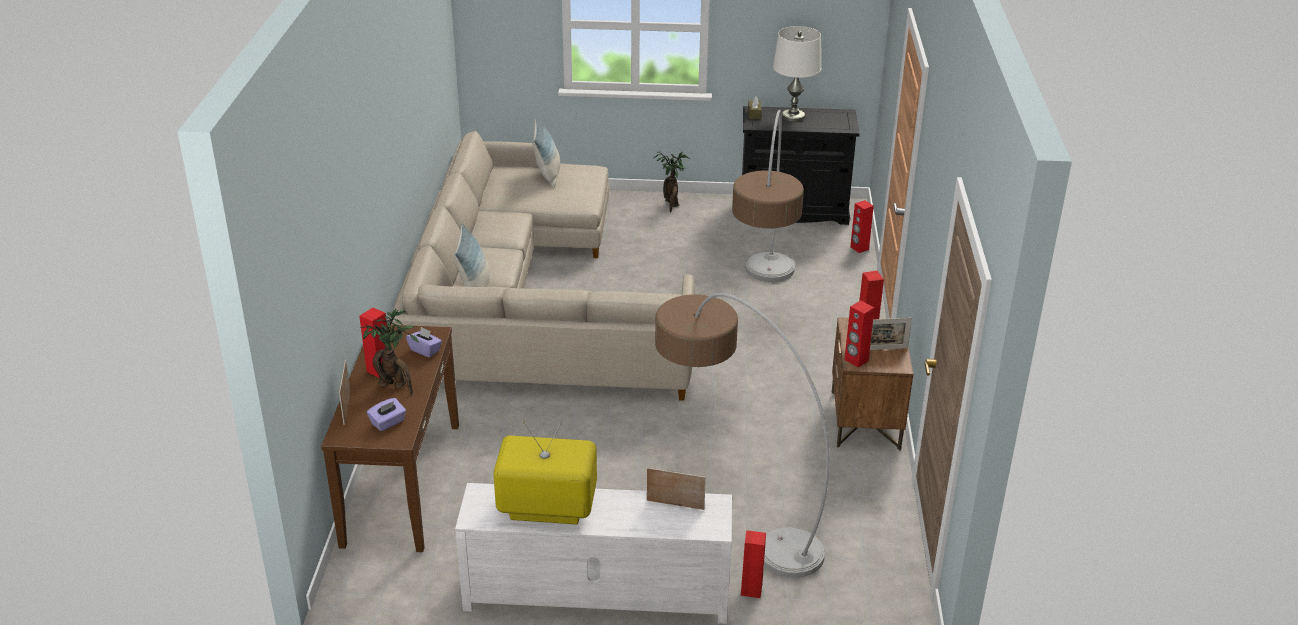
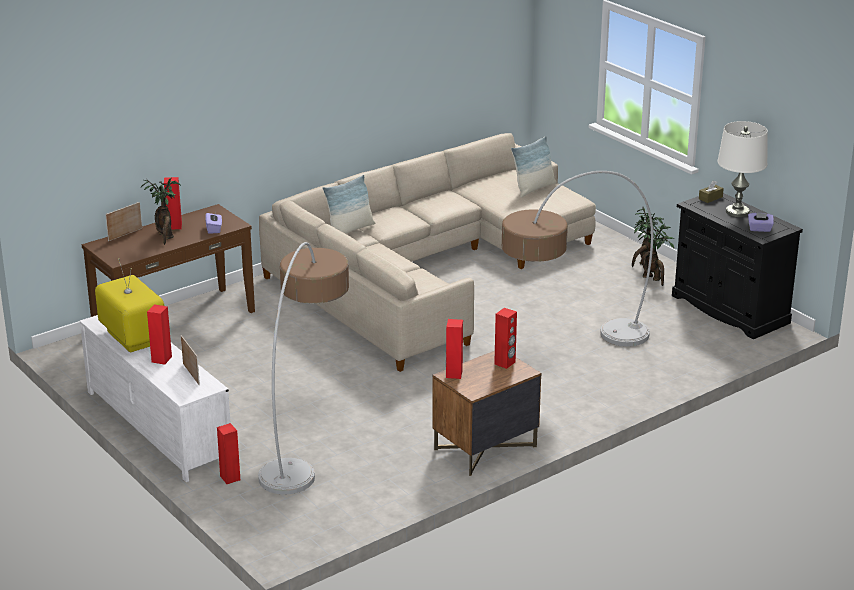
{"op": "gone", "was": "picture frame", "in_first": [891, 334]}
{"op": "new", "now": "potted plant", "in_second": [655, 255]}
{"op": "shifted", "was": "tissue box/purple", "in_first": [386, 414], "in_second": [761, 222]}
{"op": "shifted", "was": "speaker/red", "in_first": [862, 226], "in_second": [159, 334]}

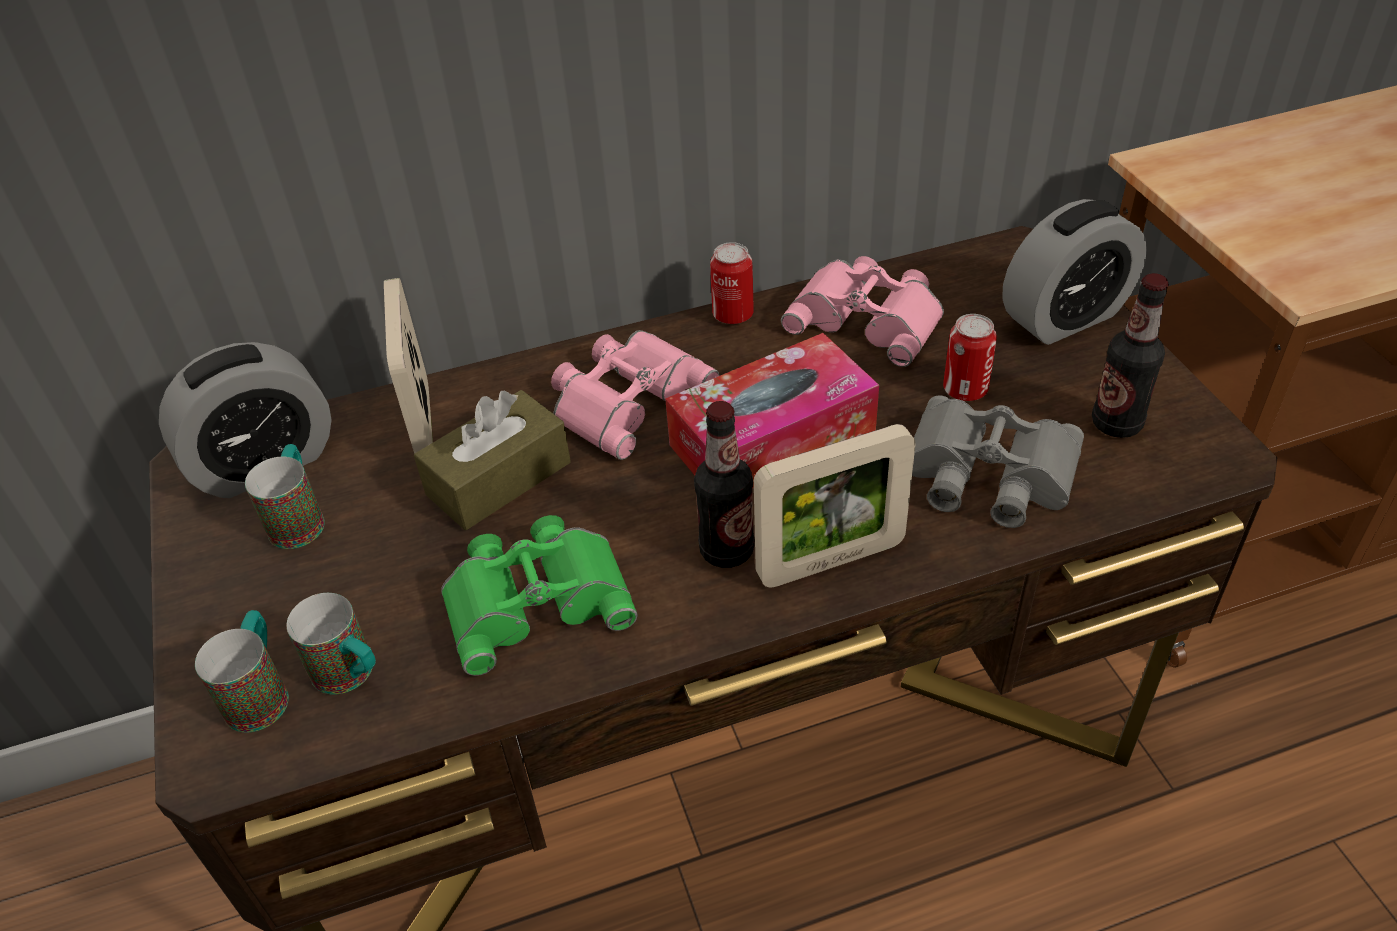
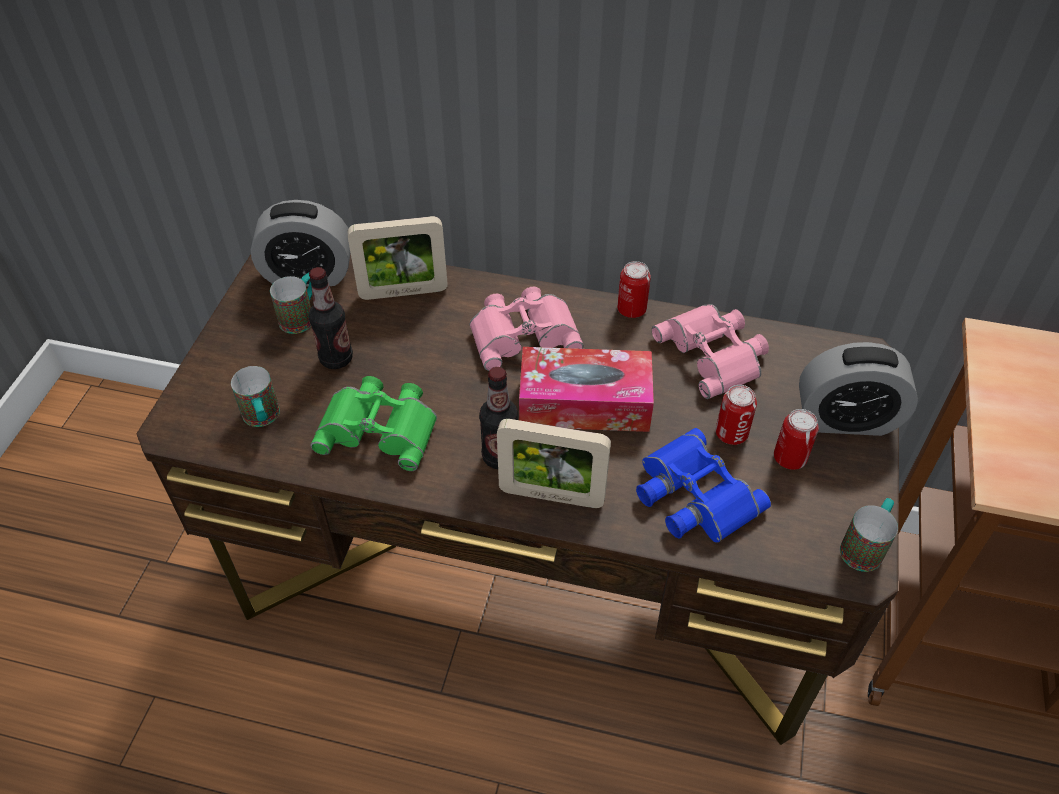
{"op": "gone", "was": "tissue box/brown", "in_first": [492, 460]}
{"op": "new", "now": "can", "in_second": [796, 439]}
{"op": "shifted", "was": "mug", "in_first": [242, 671], "in_second": [869, 535]}
{"op": "shifted", "was": "bottle", "in_first": [1130, 355], "in_second": [331, 318]}
{"op": "repainted", "was": "binoculars/grey", "now": "binoculars/blue", "in_first": [998, 462], "in_second": [703, 485]}
{"op": "rotated", "was": "picture frame", "in_first": [408, 366], "in_second": [398, 258], "clockwise": -120}

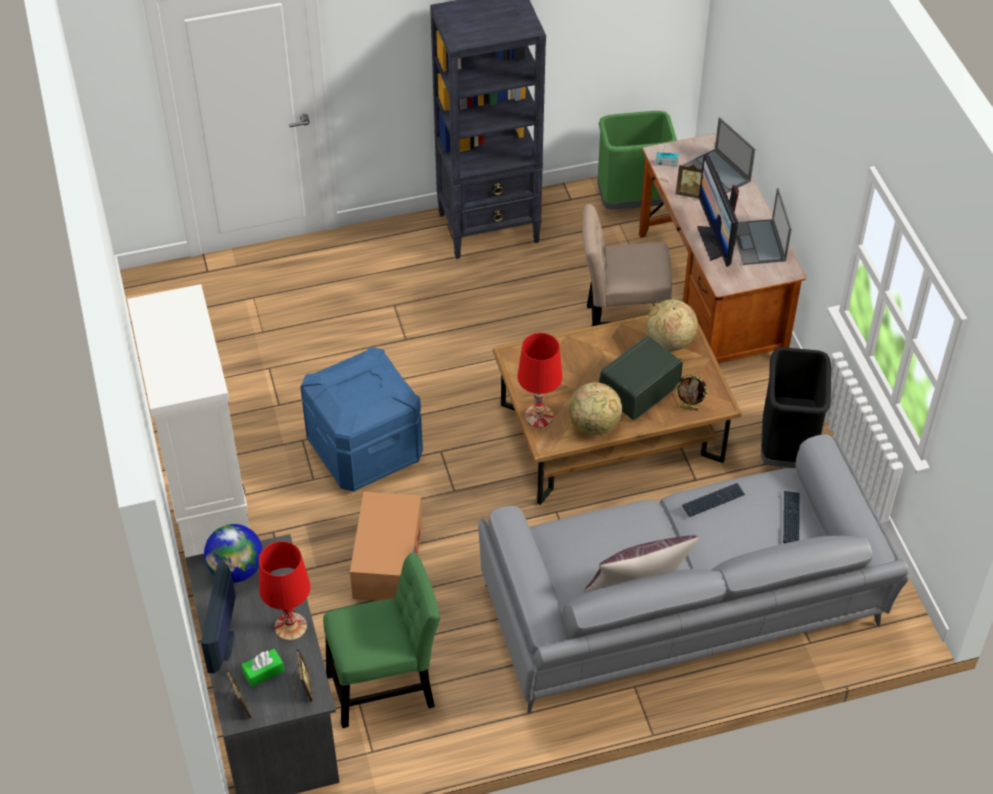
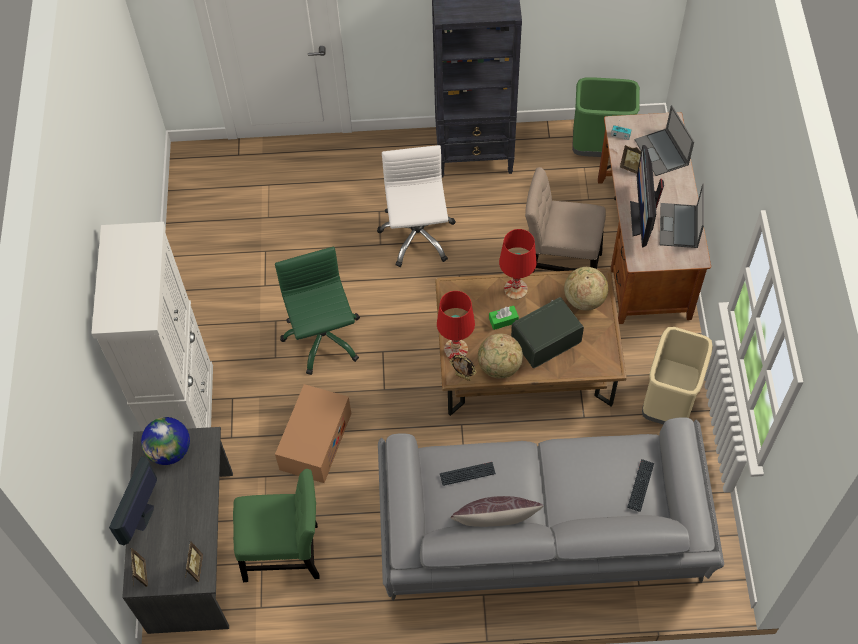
{"op": "new", "now": "office chair/white", "in_second": [416, 206]}
{"op": "shifted", "was": "tissue box/green", "in_first": [263, 668], "in_second": [504, 318]}
{"op": "shifted", "was": "table lamp/red", "in_first": [285, 591], "in_second": [517, 264]}
{"op": "shifted", "was": "picture frame", "in_first": [691, 392], "in_second": [462, 368]}
{"op": "shifted", "was": "keyboard", "in_first": [713, 500], "in_second": [468, 474]}
{"op": "swapped", "was": "storage box/blue", "now": "office chair/green", "in_first": [361, 419], "in_second": [317, 311]}
{"op": "repainted", "was": "trash can/black", "now": "trash can/beige", "in_first": [796, 407], "in_second": [677, 376]}

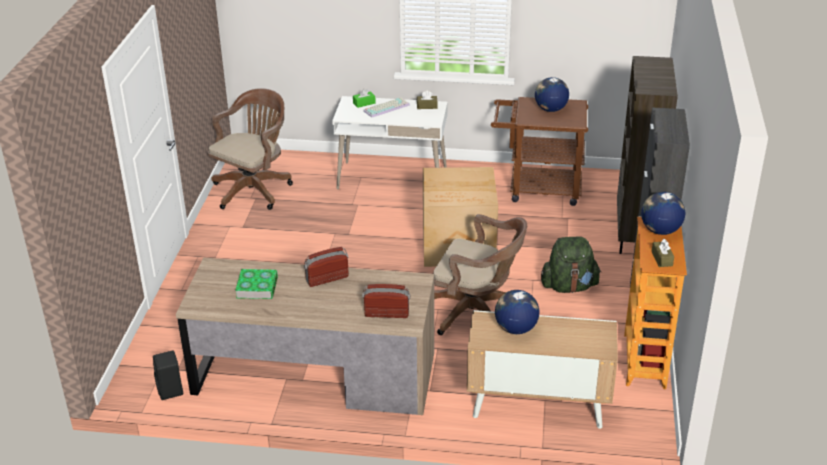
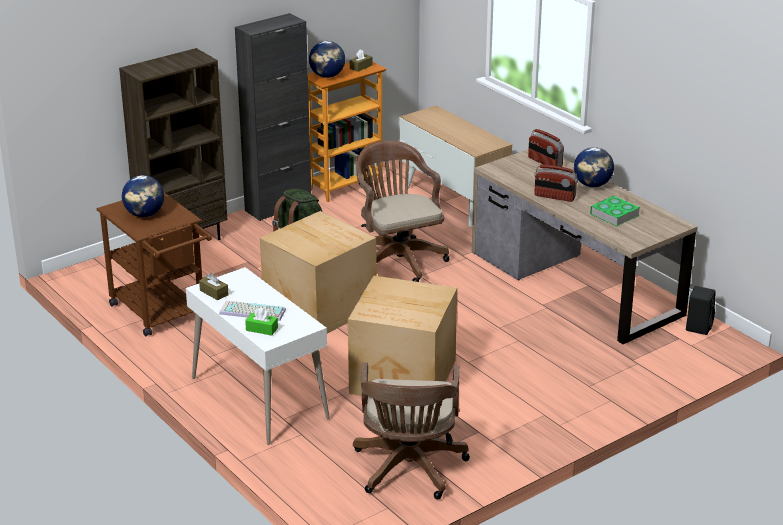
{"op": "new", "now": "cardboard box", "in_second": [402, 335]}
{"op": "shifted", "was": "globe", "in_first": [517, 312], "in_second": [594, 167]}
{"op": "rotated", "was": "office chair/brown", "in_first": [250, 149], "in_second": [411, 431], "clockwise": -75}

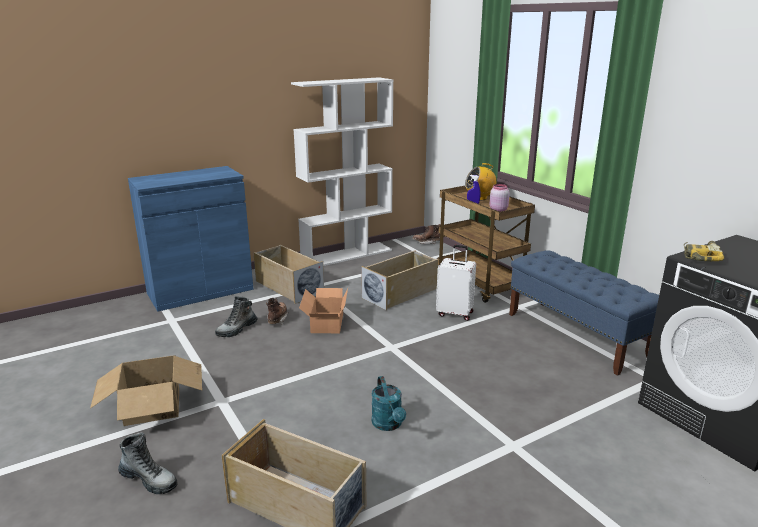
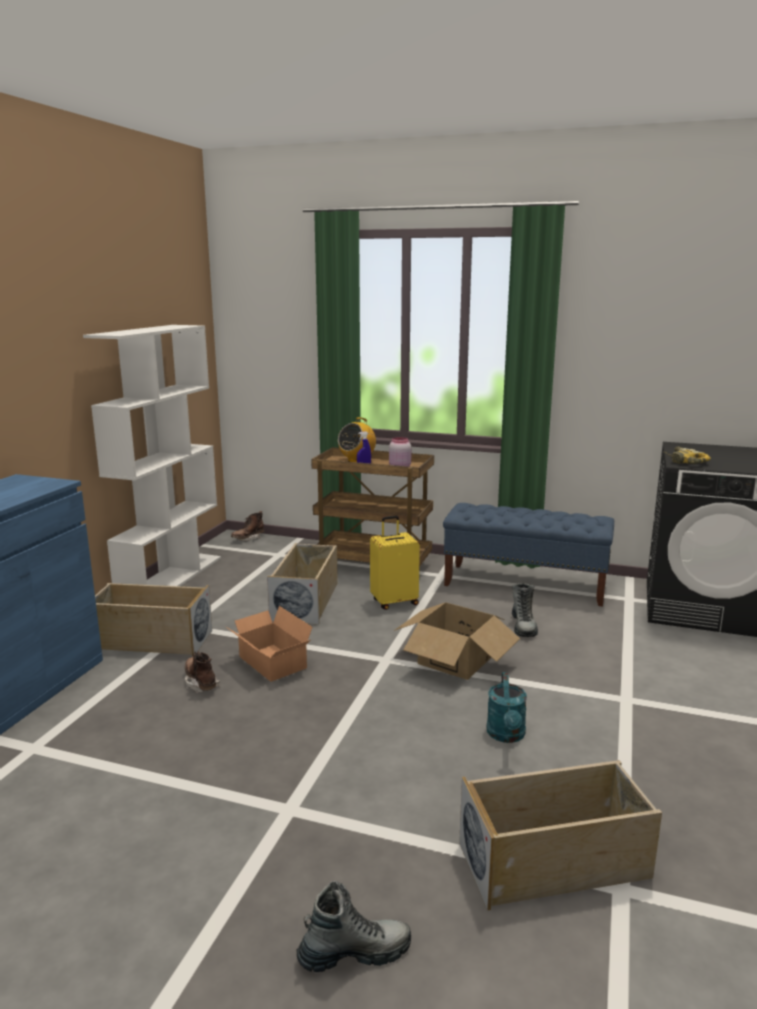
{"op": "shifted", "was": "cardboard box", "in_first": [146, 390], "in_second": [457, 641]}
{"op": "shifted", "was": "boot", "in_first": [236, 316], "in_second": [525, 610]}
{"op": "repainted", "was": "suitcase/white", "now": "suitcase/yellow", "in_first": [456, 283], "in_second": [395, 563]}
{"op": "rotated", "was": "watering can/turquoise", "in_first": [388, 403], "in_second": [506, 707], "clockwise": 60}

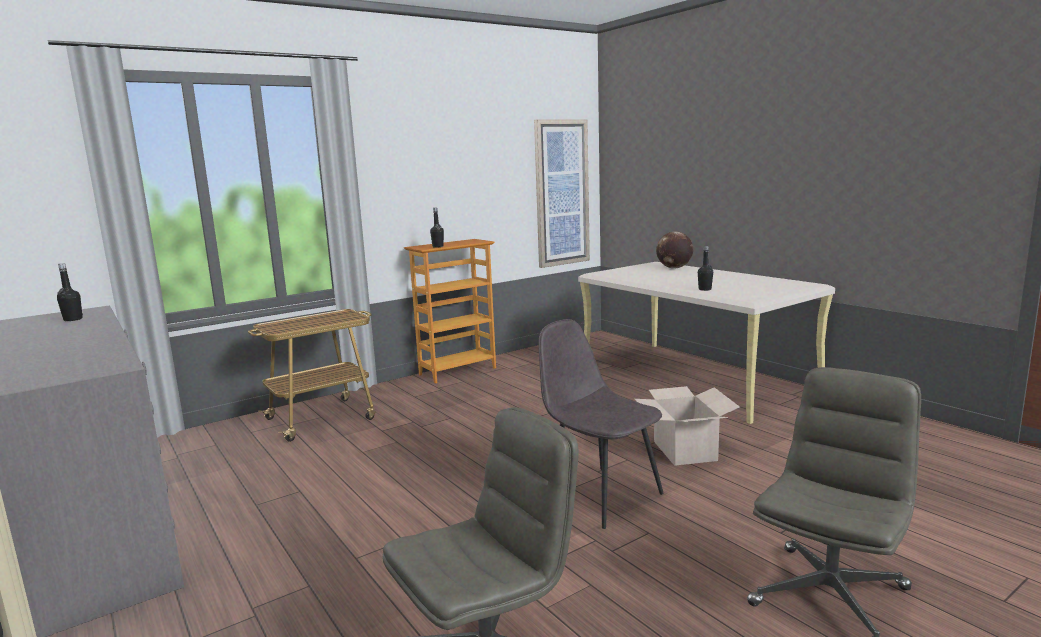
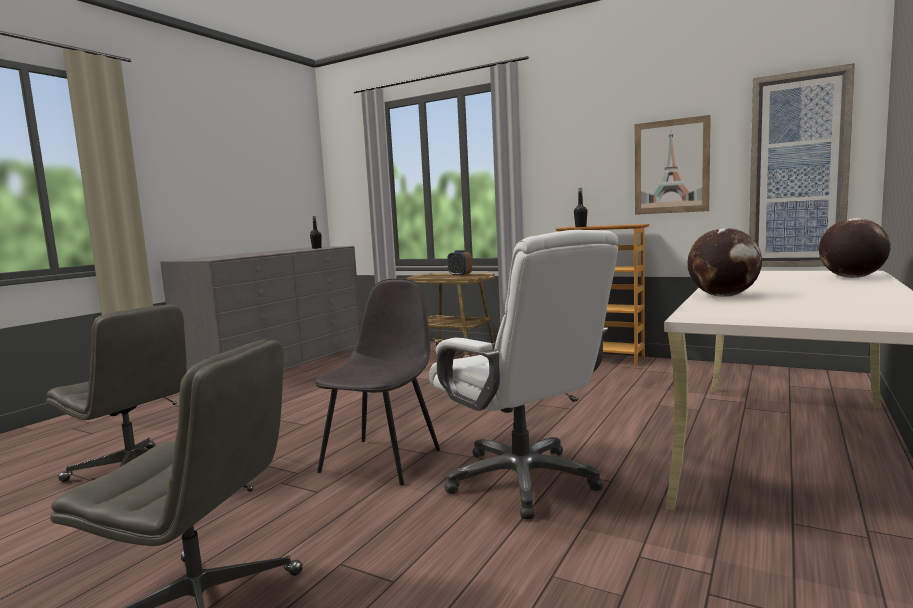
{"op": "new", "now": "alarm clock", "in_second": [459, 263]}
{"op": "new", "now": "picture", "in_second": [673, 165]}
{"op": "swapped", "was": "cardboard box", "now": "office chair/white", "in_first": [687, 426], "in_second": [523, 374]}
{"op": "swapped", "was": "bottle/black", "now": "globe", "in_first": [705, 268], "in_second": [724, 262]}

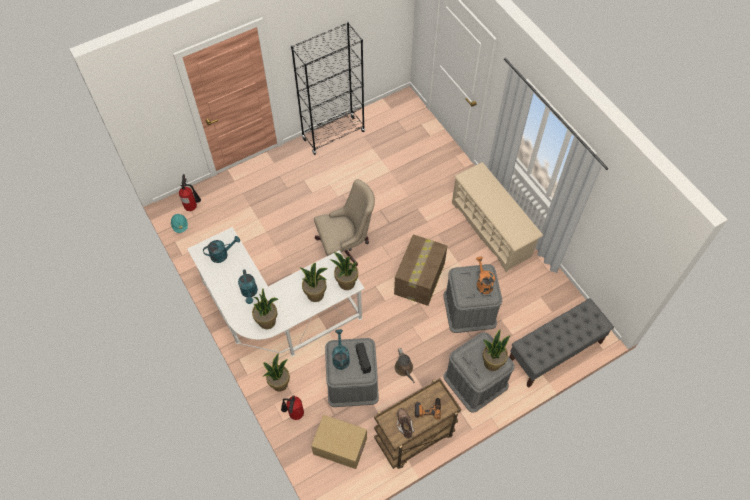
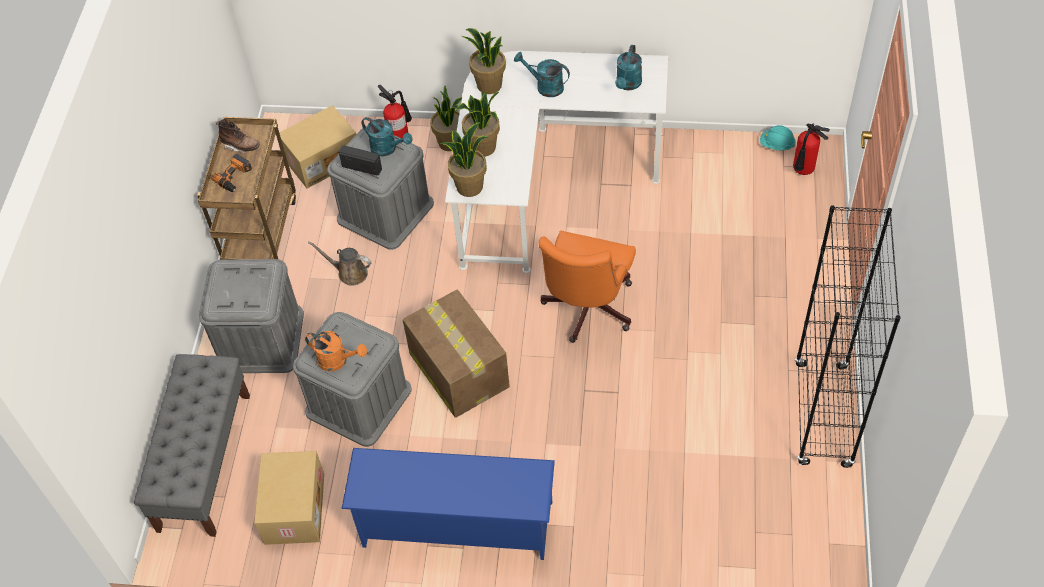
{"op": "gone", "was": "potted plant", "in_first": [496, 350]}
{"op": "new", "now": "cardboard box", "in_second": [289, 498]}
{"op": "repainted", "was": "office chair/beige", "now": "office chair/orange", "in_first": [344, 223], "in_second": [587, 287]}
{"op": "repainted", "was": "shoe rack/beige", "now": "shoe rack/blue", "in_first": [497, 217], "in_second": [448, 504]}

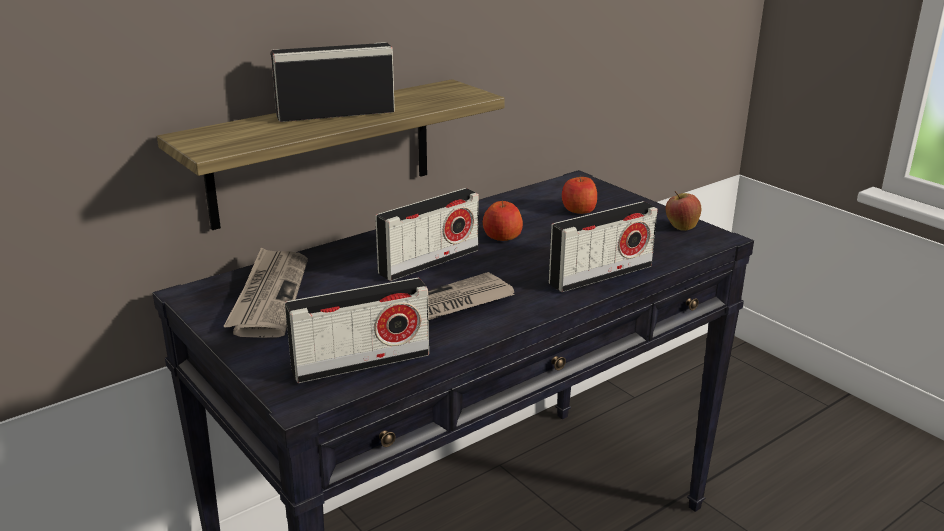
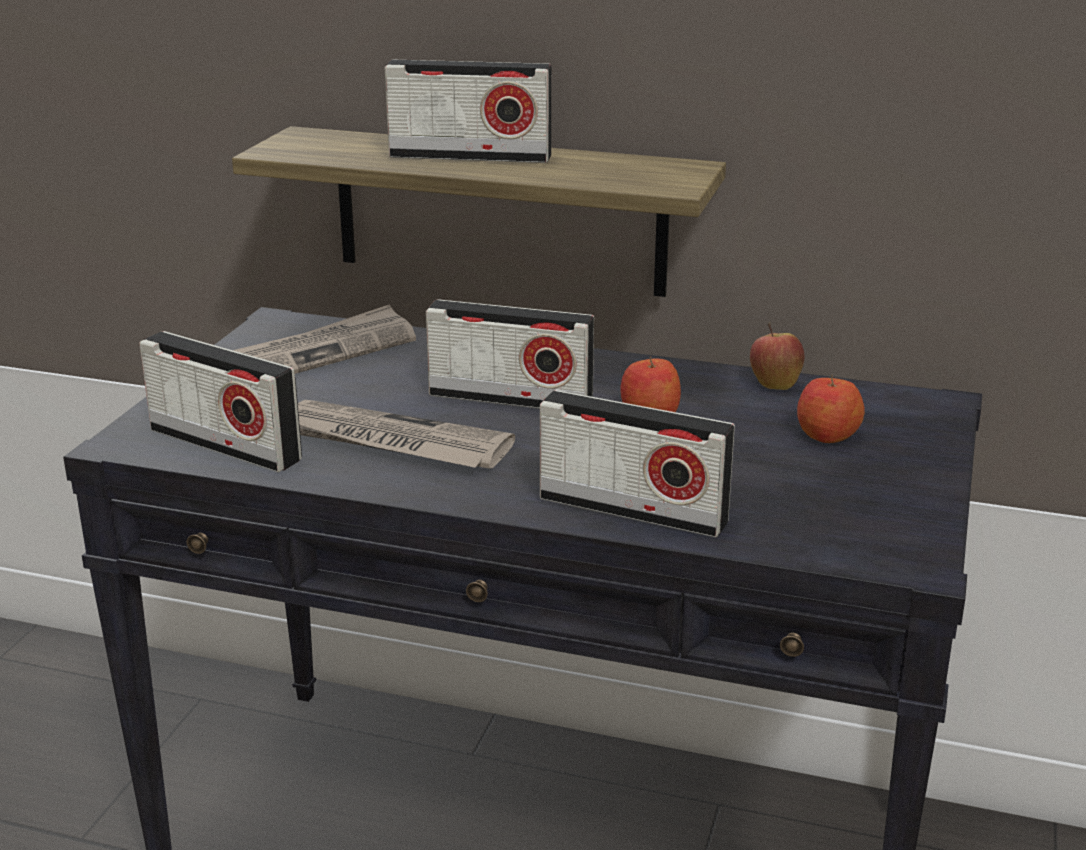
{"op": "shifted", "was": "apple", "in_first": [683, 211], "in_second": [777, 356]}
{"op": "rotated", "was": "radio", "in_first": [333, 82], "in_second": [468, 111], "clockwise": 150}

